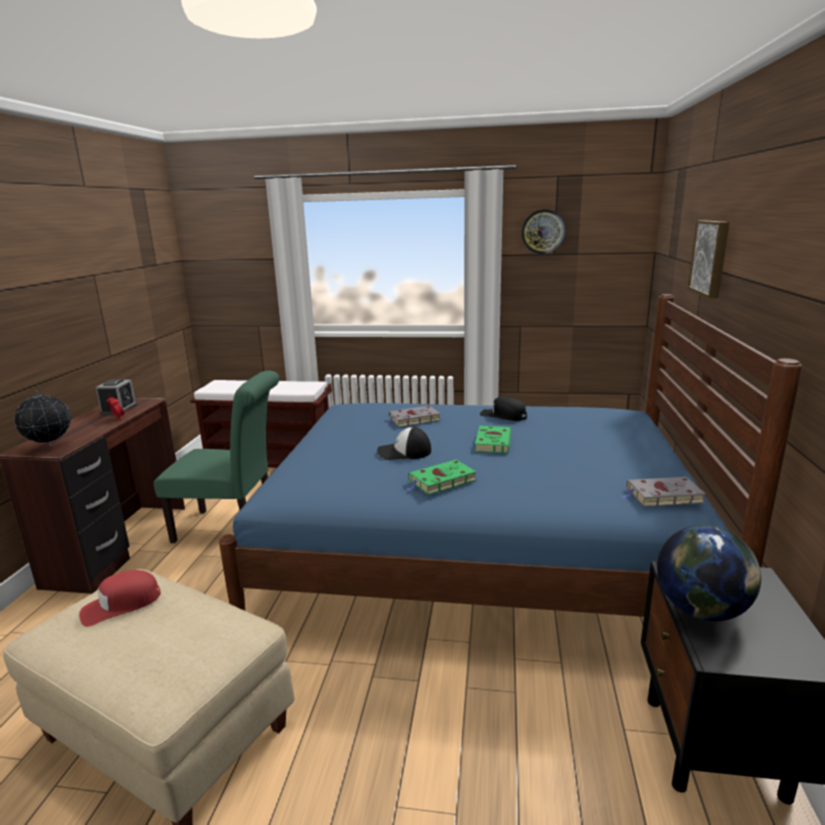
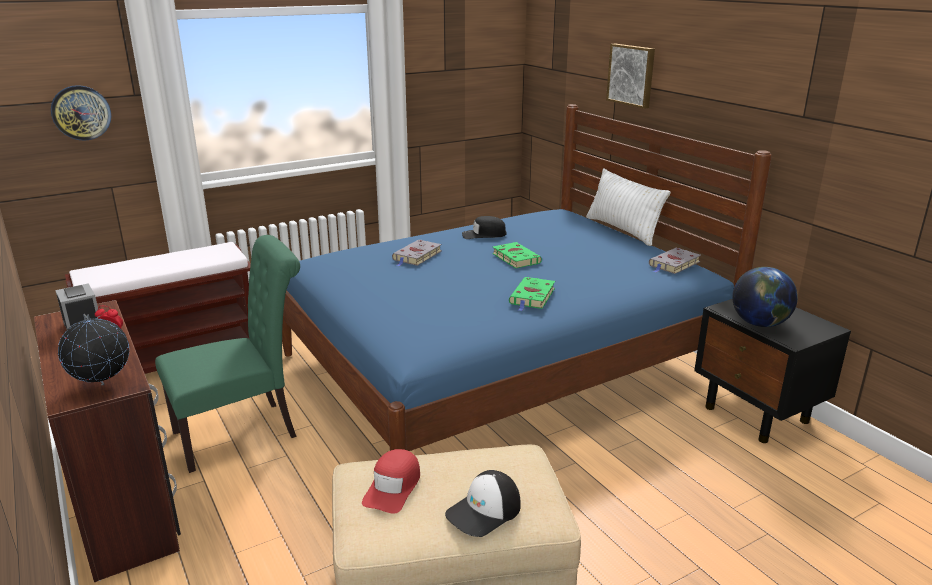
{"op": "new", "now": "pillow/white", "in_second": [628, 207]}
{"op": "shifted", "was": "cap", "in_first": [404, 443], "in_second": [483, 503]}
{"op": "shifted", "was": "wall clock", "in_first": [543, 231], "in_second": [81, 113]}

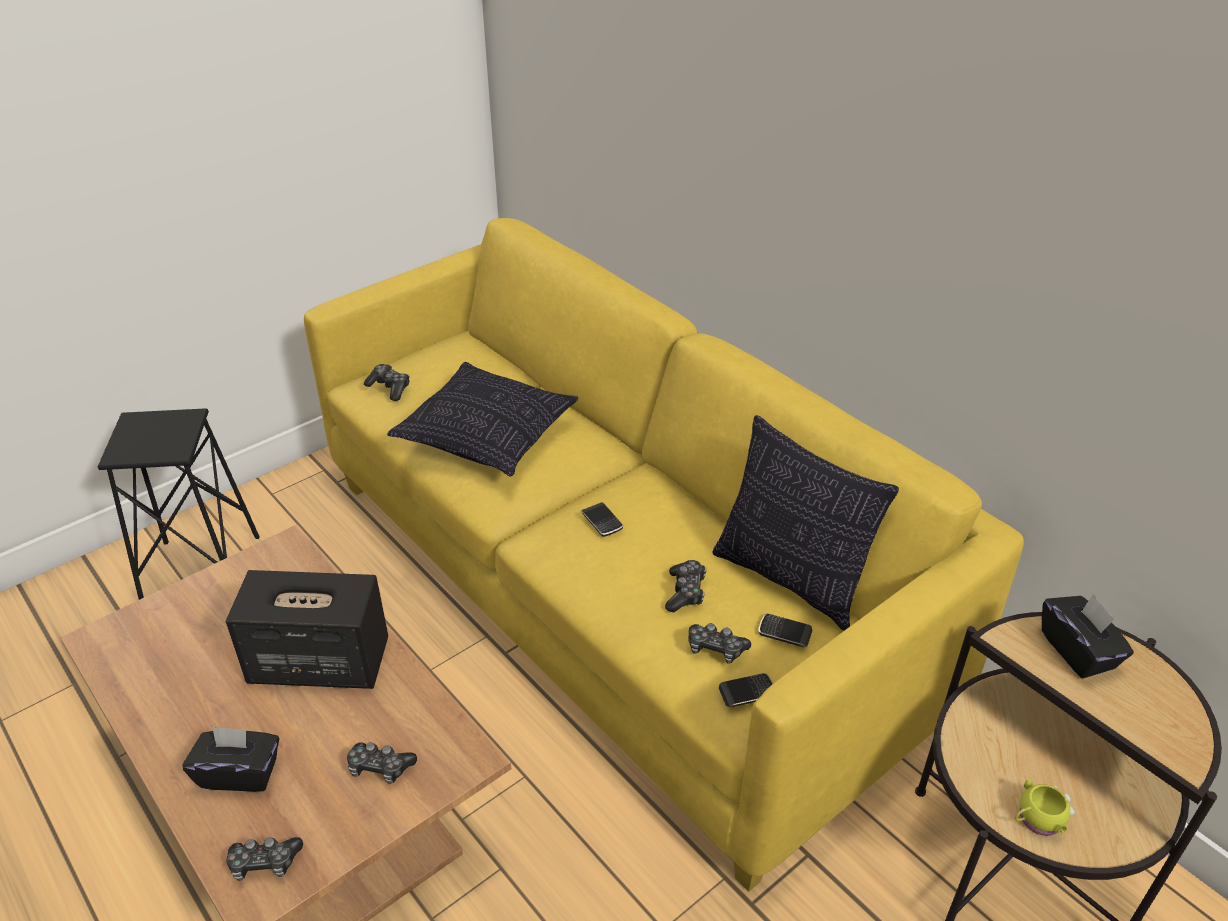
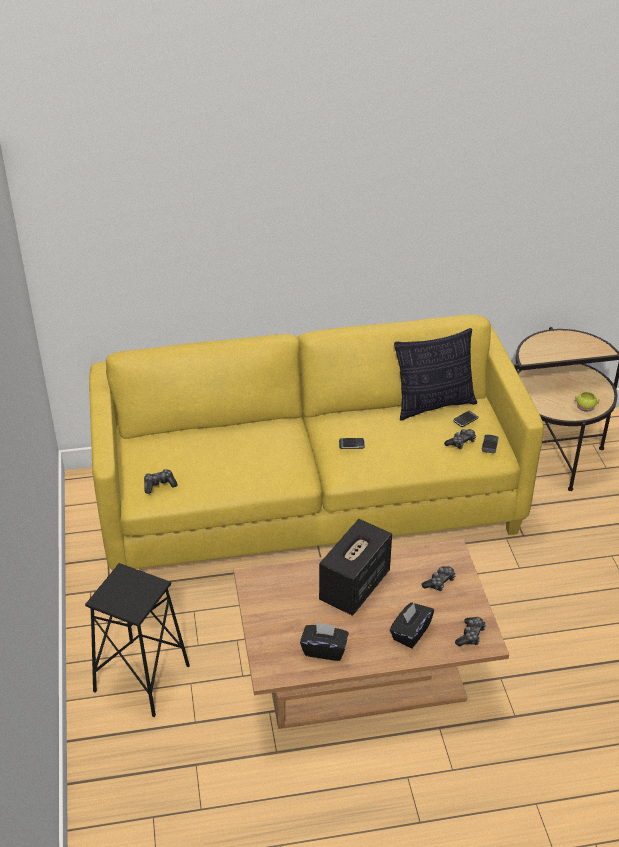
{"op": "gone", "was": "pillow", "in_first": [482, 419]}
{"op": "gone", "was": "game controller", "in_first": [686, 586]}
{"op": "shifted", "was": "tissue box/black", "in_first": [1088, 636], "in_second": [324, 641]}

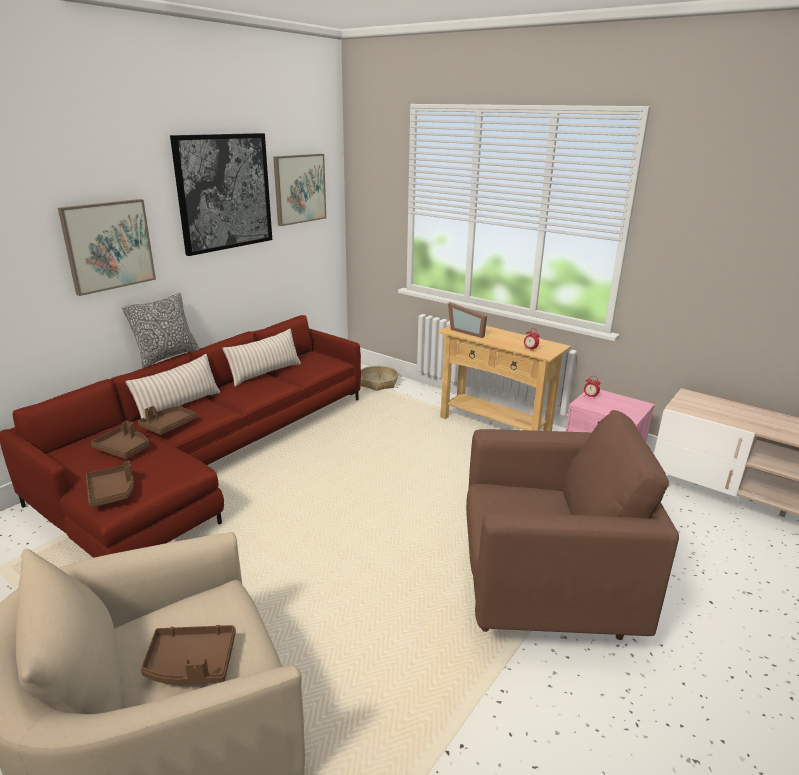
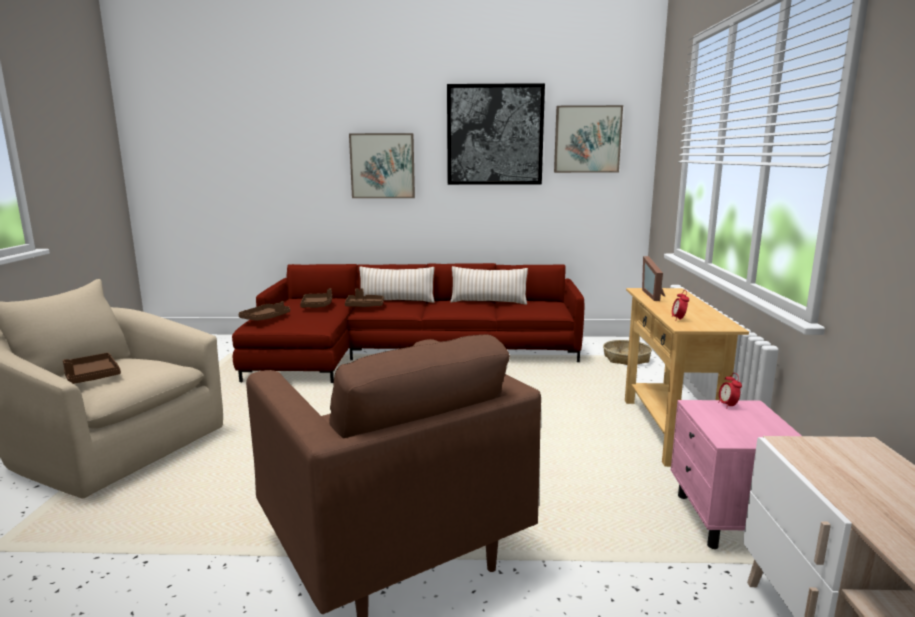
{"op": "gone", "was": "pillow", "in_first": [161, 330]}

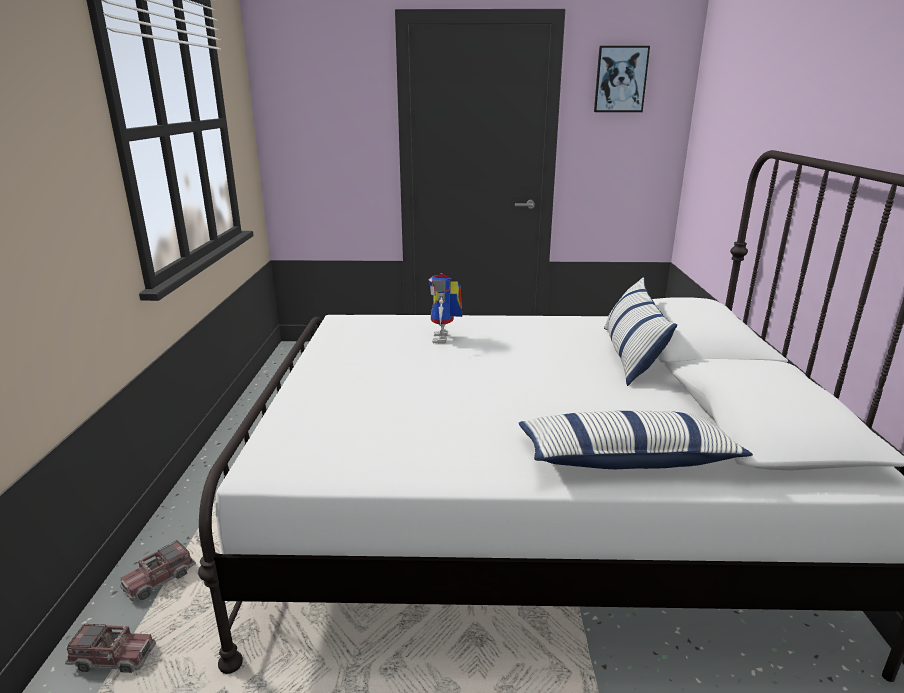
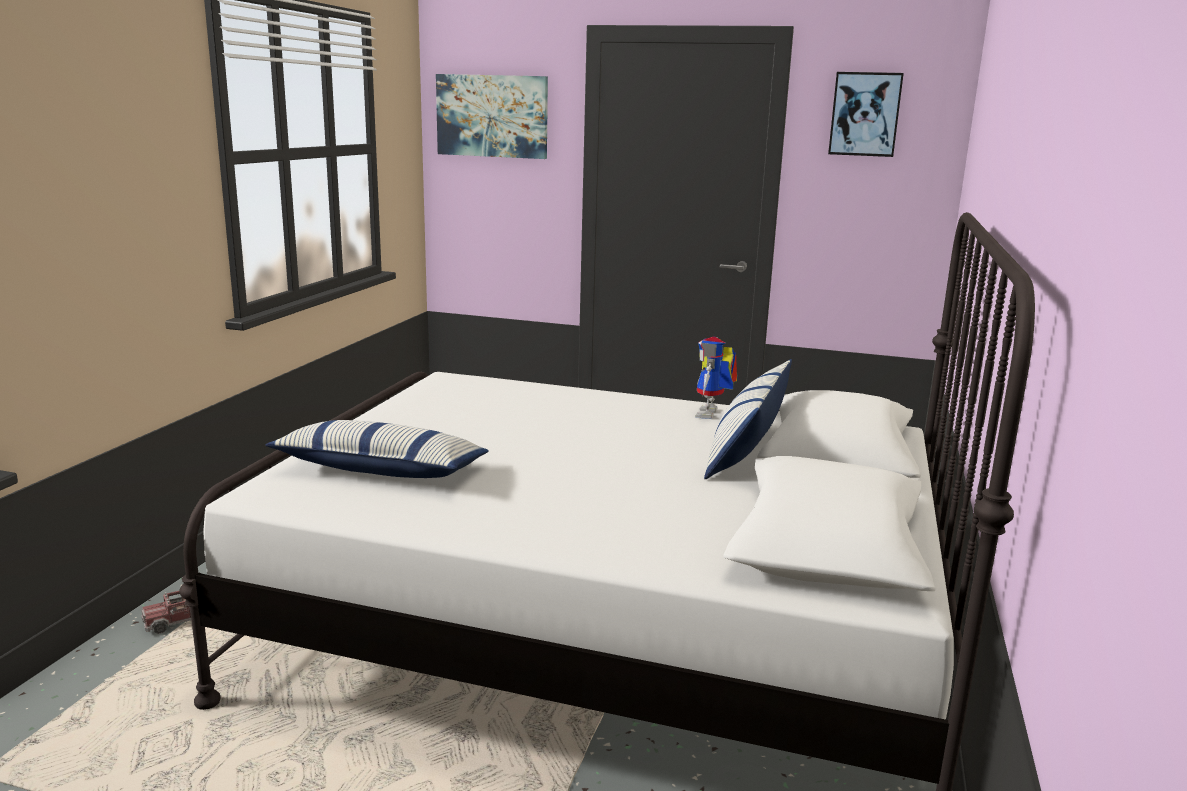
{"op": "gone", "was": "toy truck", "in_first": [110, 648]}
{"op": "new", "now": "picture", "in_second": [492, 116]}
{"op": "shifted", "was": "toy robot", "in_first": [445, 308], "in_second": [716, 377]}
{"op": "shifted", "was": "pillow", "in_first": [636, 440], "in_second": [377, 449]}

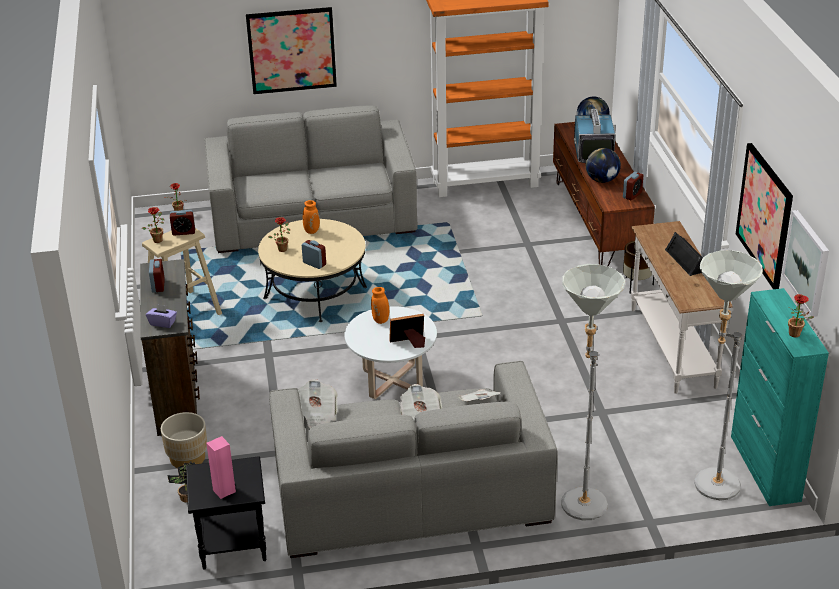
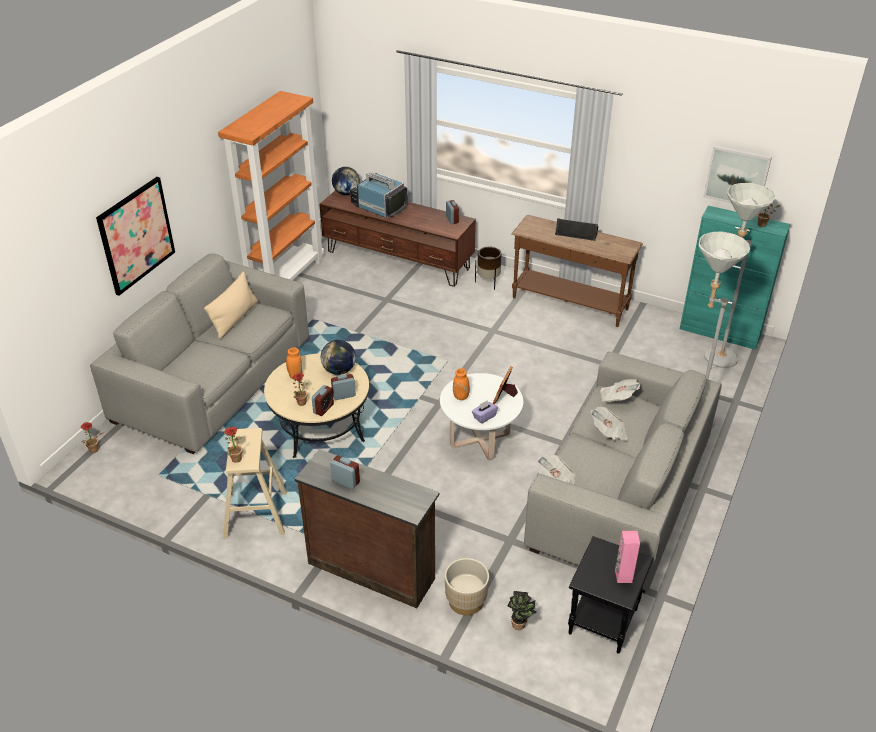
{"op": "gone", "was": "picture", "in_first": [764, 216]}
{"op": "new", "now": "pillow/beige", "in_second": [231, 305]}
{"op": "shifted", "was": "tissue box/purple", "in_first": [161, 316], "in_second": [485, 412]}
{"op": "shifted", "was": "alarm clock", "in_first": [182, 223], "in_second": [323, 400]}
{"op": "shifted", "was": "globe", "in_first": [603, 165], "in_second": [338, 357]}
{"op": "repainted", "was": "console table/white", "now": "console table/brown", "in_first": [681, 307], "in_second": [577, 271]}

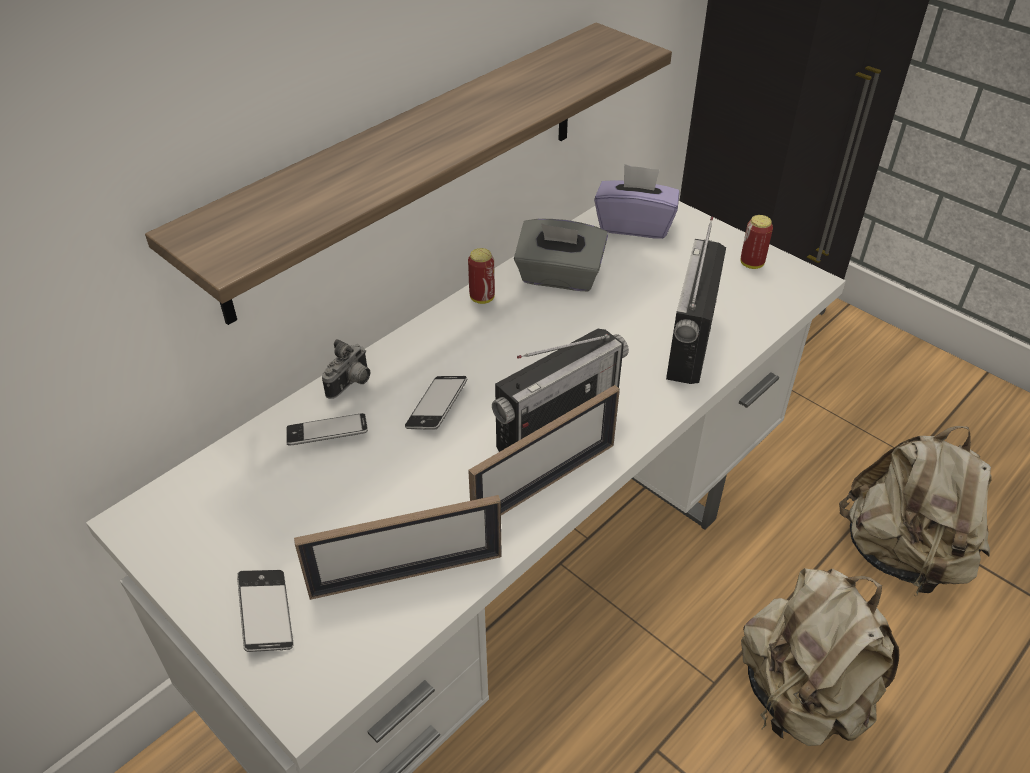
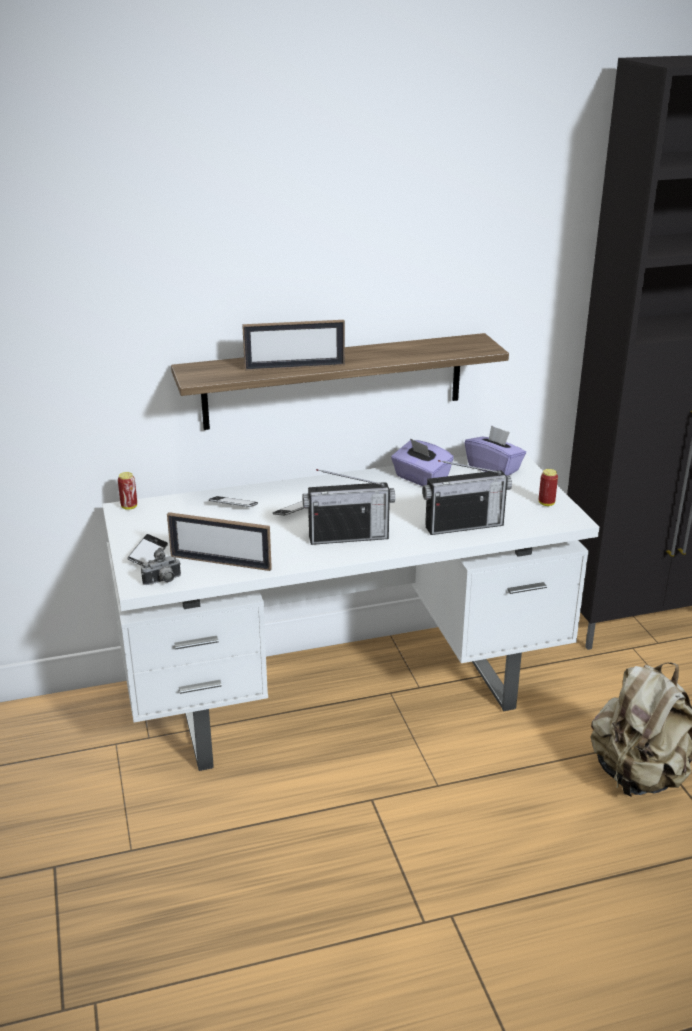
{"op": "gone", "was": "backpack/beige", "in_first": [820, 657]}
{"op": "shifted", "was": "photo camera", "in_first": [346, 369], "in_second": [161, 566]}
{"op": "shifted", "was": "can", "in_first": [481, 276], "in_second": [127, 491]}
{"op": "shifted", "was": "picture frame", "in_first": [544, 450], "in_second": [293, 345]}
{"op": "repainted", "was": "tissue box/grey", "now": "tissue box/purple", "in_first": [561, 255], "in_second": [422, 462]}
{"op": "rotated", "was": "radio", "in_first": [696, 300], "in_second": [467, 497], "clockwise": -150}

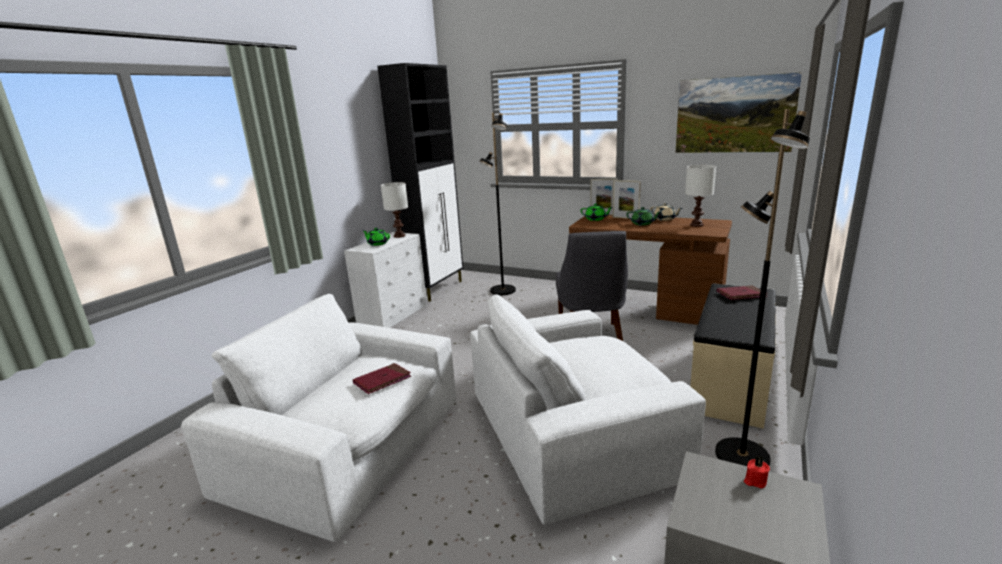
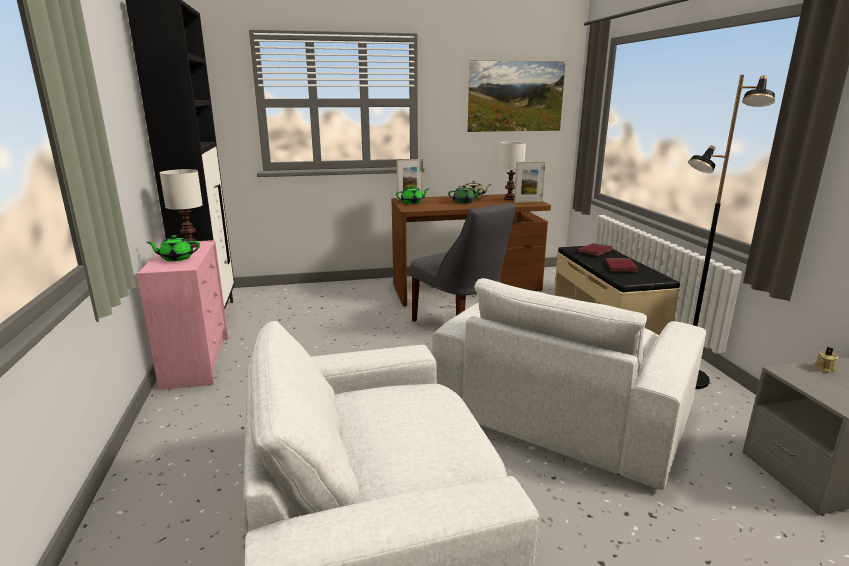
{"op": "gone", "was": "floor lamp/black", "in_first": [497, 204]}
{"op": "shifted", "was": "book/red", "in_first": [382, 378], "in_second": [621, 265]}
{"op": "shifted", "was": "picture frame", "in_first": [627, 199], "in_second": [529, 182]}
{"op": "repainted", "was": "dresser/white", "now": "dresser/pink", "in_first": [385, 280], "in_second": [182, 315]}
{"op": "repainted", "was": "candle/red", "now": "candle/beige", "in_first": [757, 472], "in_second": [826, 360]}

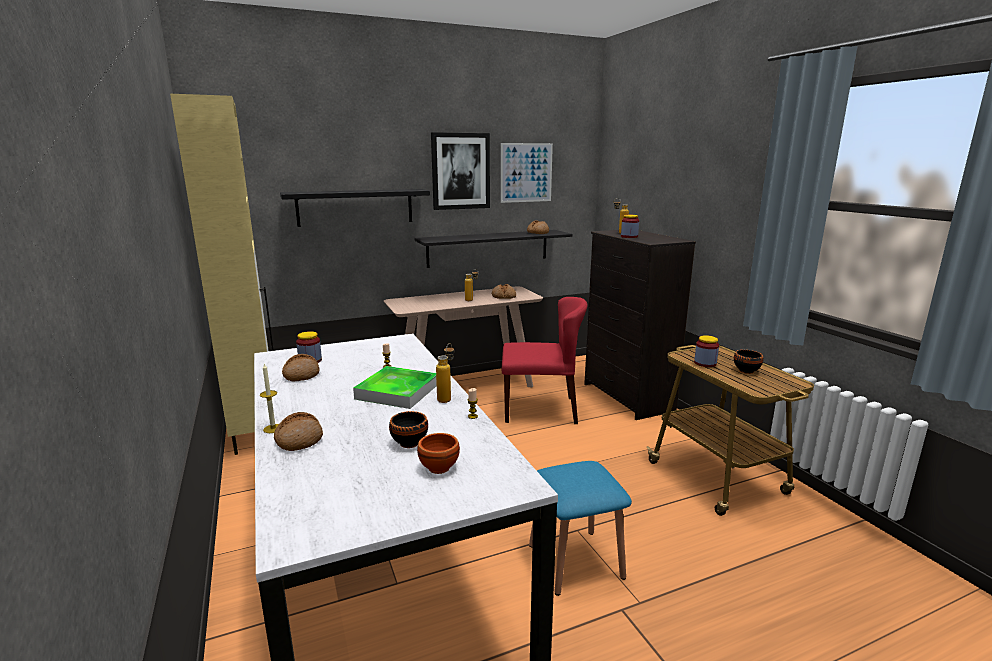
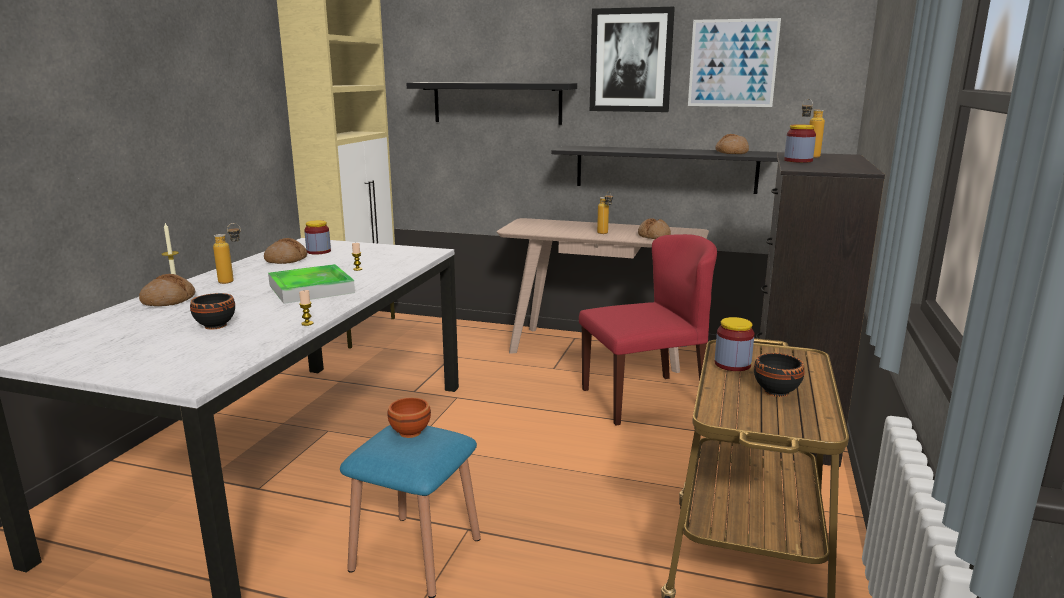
{"op": "shifted", "was": "bowl/brown", "in_first": [438, 453], "in_second": [409, 417]}
{"op": "shifted", "was": "bottle", "in_first": [445, 373], "in_second": [227, 253]}
{"op": "rotated", "was": "chair/red", "in_first": [544, 360], "in_second": [648, 330], "clockwise": -60}

